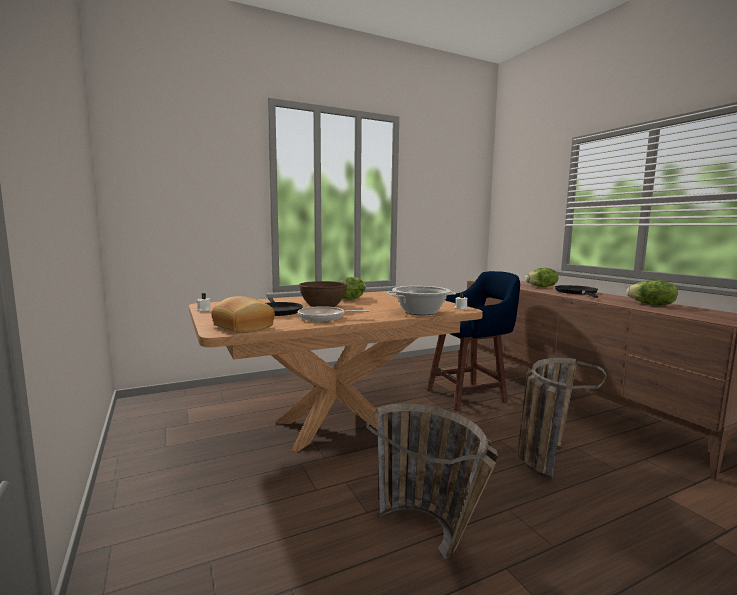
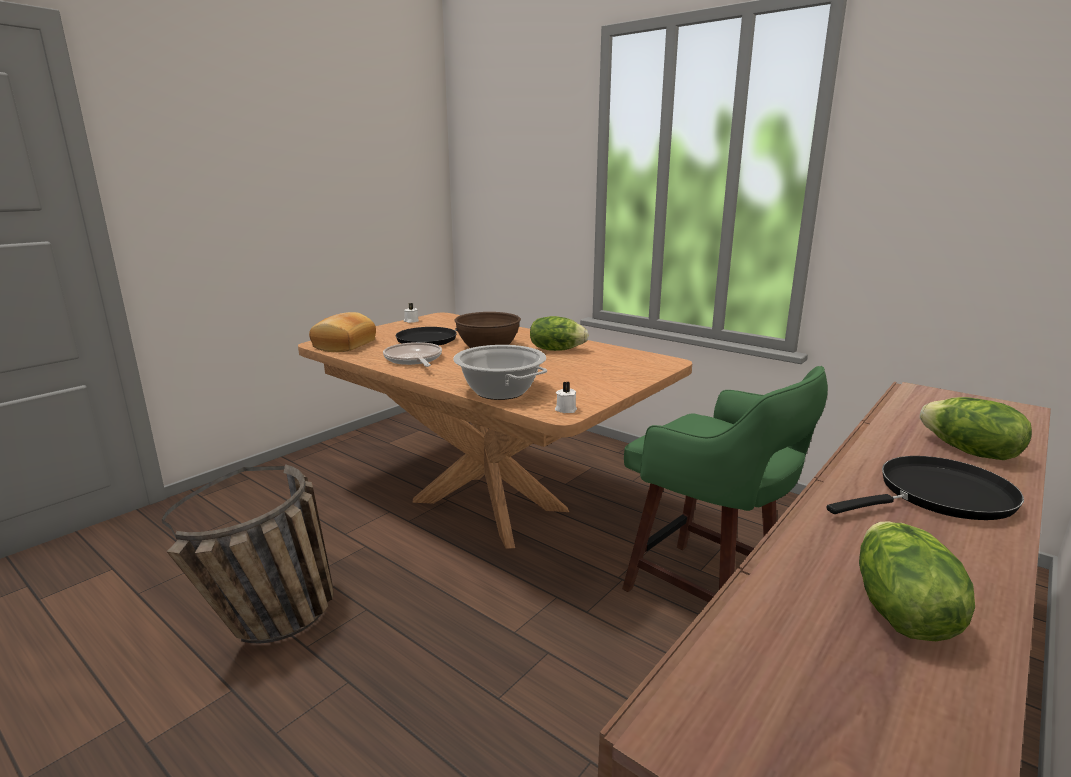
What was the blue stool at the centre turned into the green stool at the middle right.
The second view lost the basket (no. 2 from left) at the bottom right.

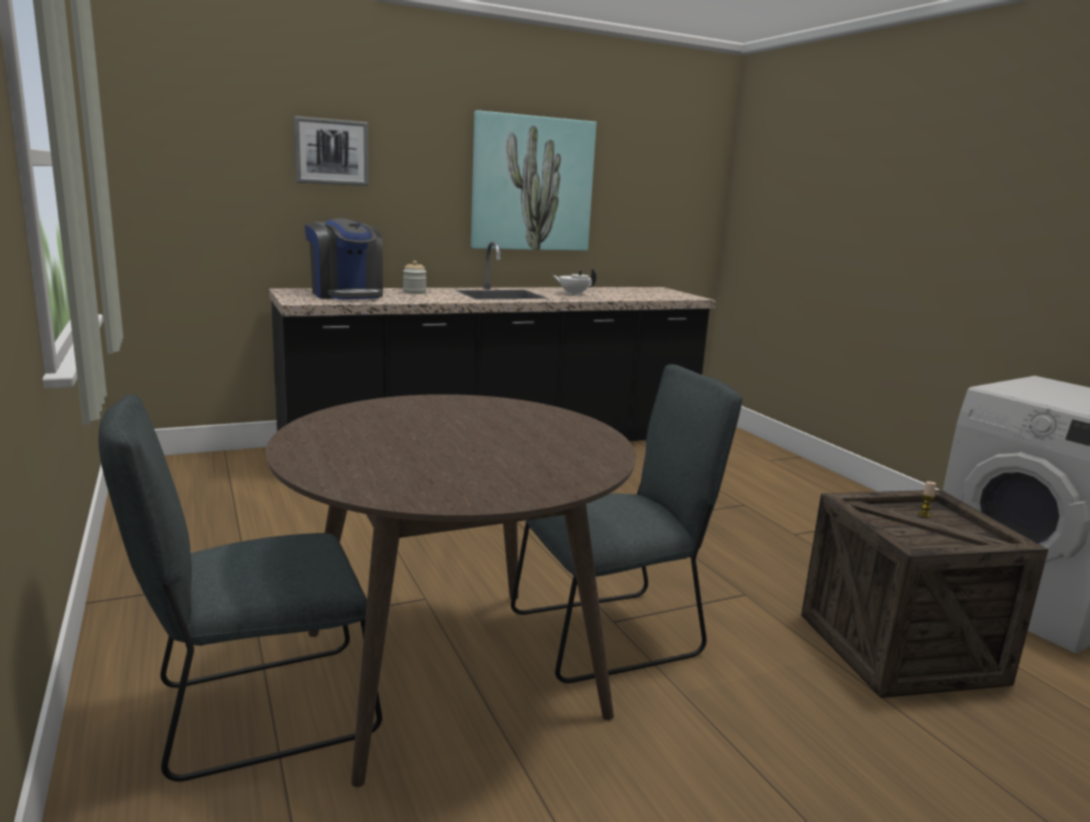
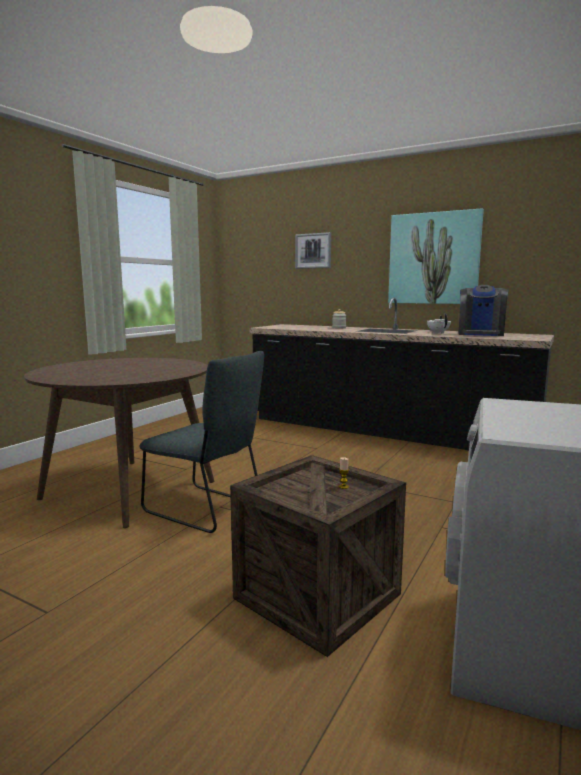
The coffee machine ended up elsewhere, having gone from the top left to the middle right.
The second view lost the grey chair (no. 1 from left) at the bottom left.

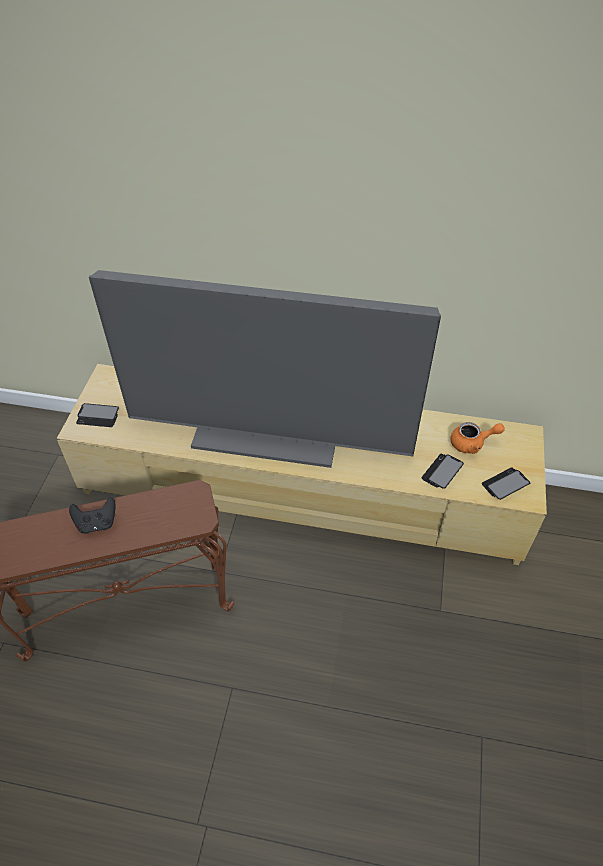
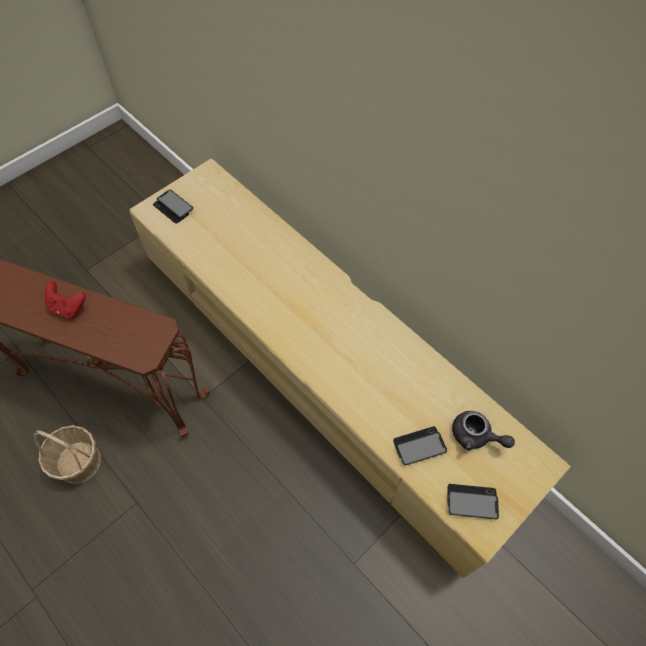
The second view gained the basket at the bottom left.
What was the black game controller at the middle left turned into the red game controller at the middle left.
What was the orange teapot at the middle right turned into the grey teapot at the bottom right.
The second view lost the television at the centre.

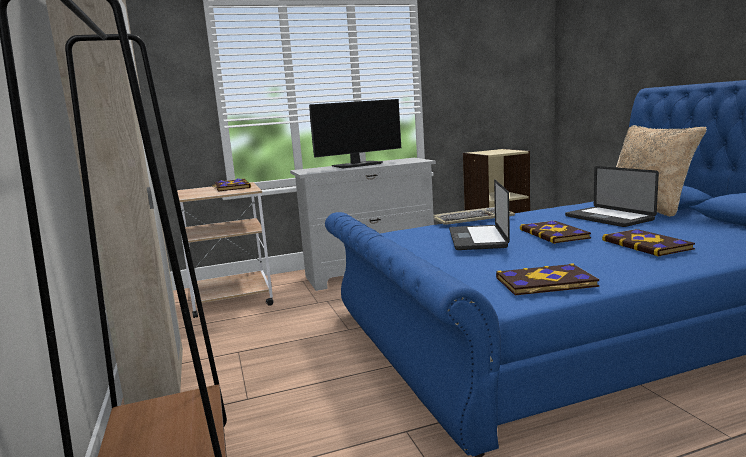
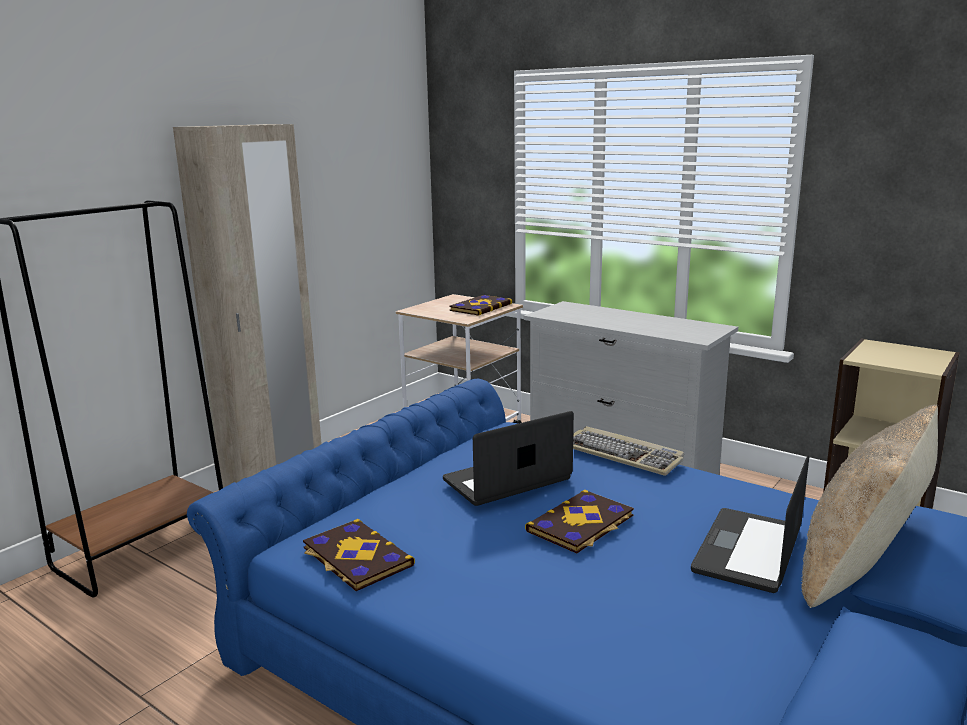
The second view lost the monitor at the top centre.
The second view lost the book (no. 4 from left) at the middle right.

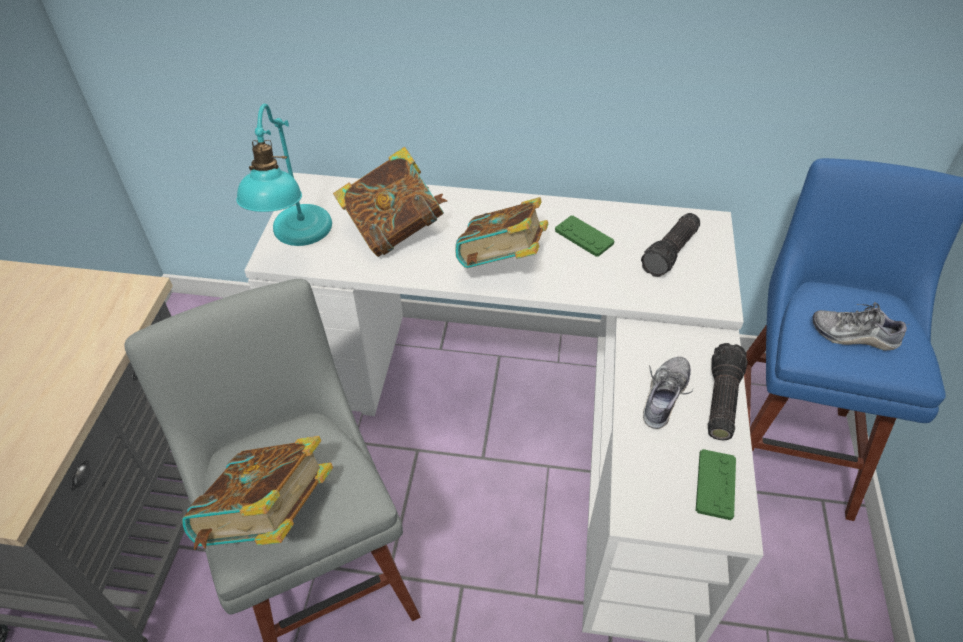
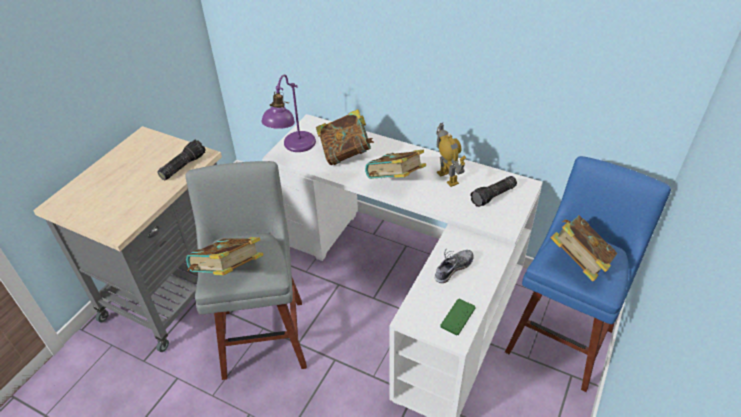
The flashlight (no. 2 from left in the first image) ended up elsewhere, having gone from the middle right to the middle left.
What was the turquoise table lamp at the top left turned into the purple table lamp at the top centre.
Where the green game controller (no. 1 from left) stood at the centre, the toy robot came to stand at the centre.
Where the shoe (no. 2 from left) stood at the middle right, the book (no. 4 from left) came to stand at the middle right.

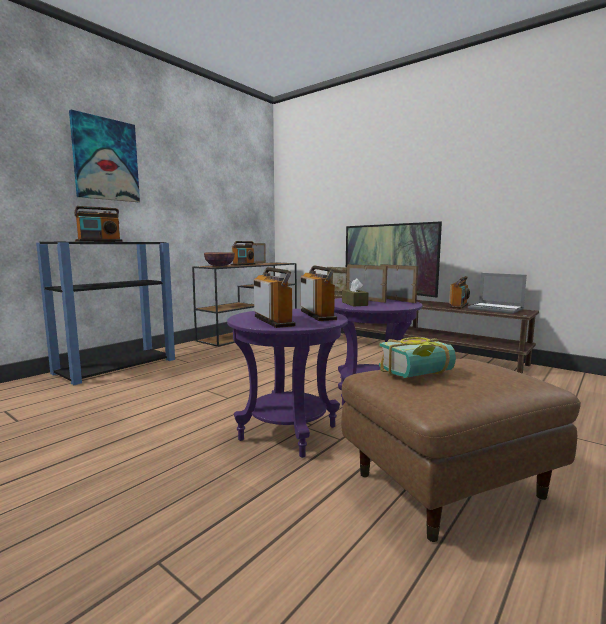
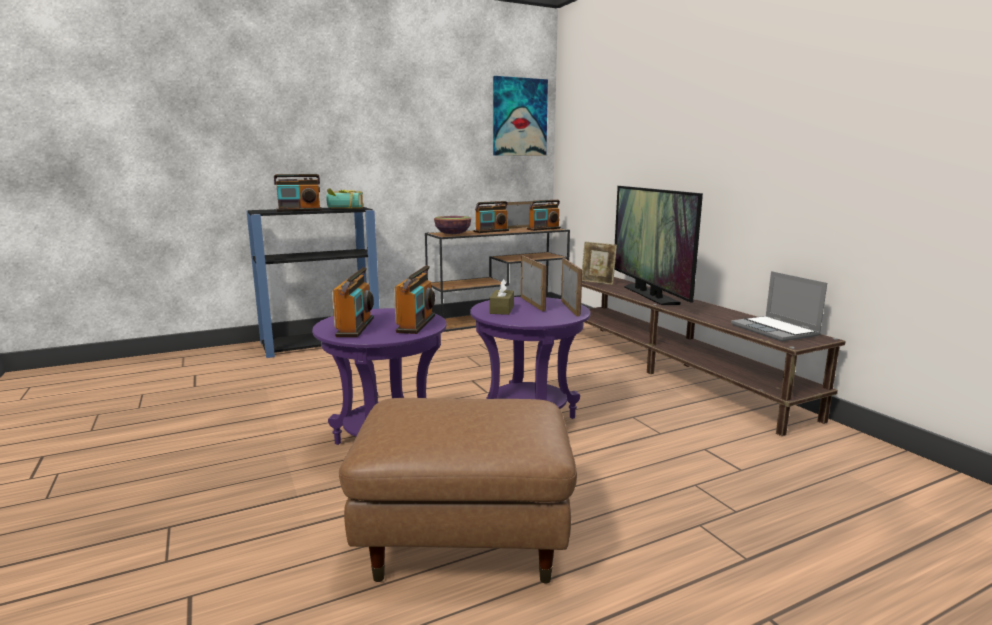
The book ended up elsewhere, having gone from the middle right to the top centre.
The picture ended up elsewhere, having gone from the top left to the top centre.
The radio (no. 5 from left) ended up elsewhere, having gone from the middle right to the centre.

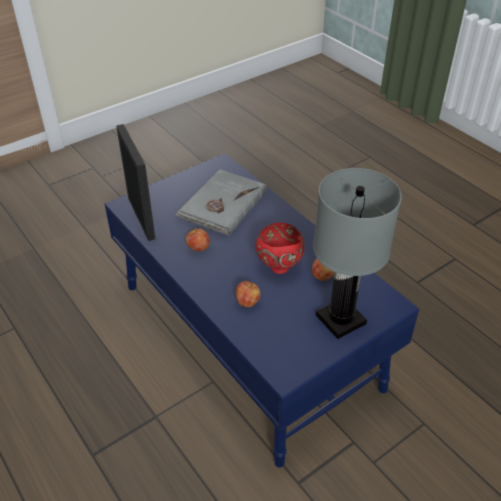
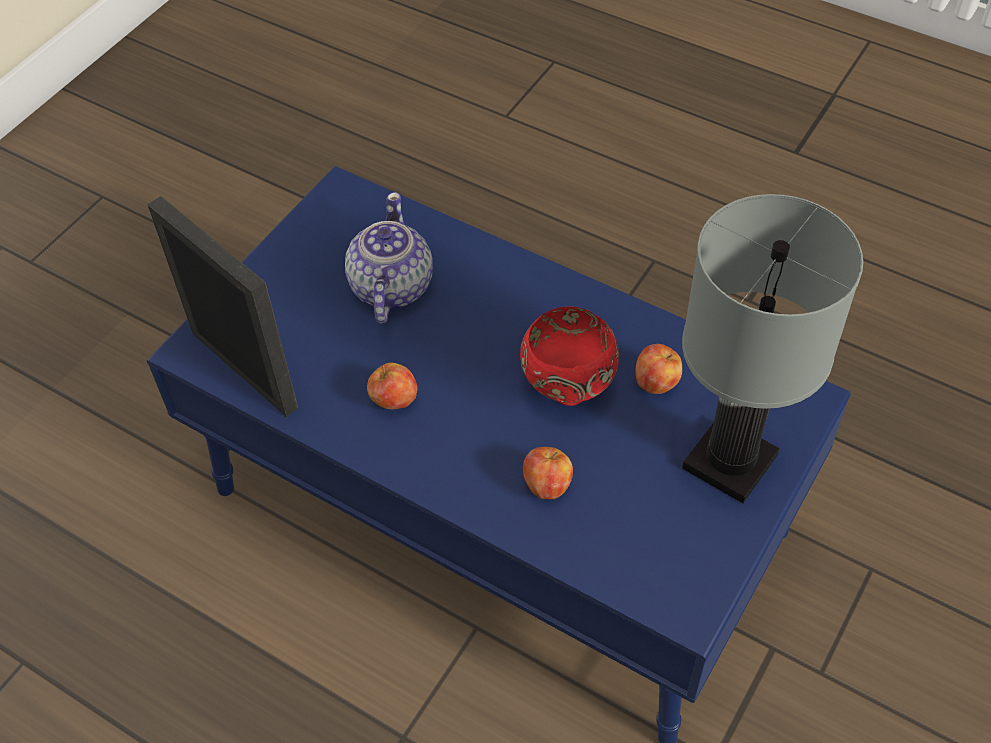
Where the grey book stood at the centre, the teapot came to stand at the centre.

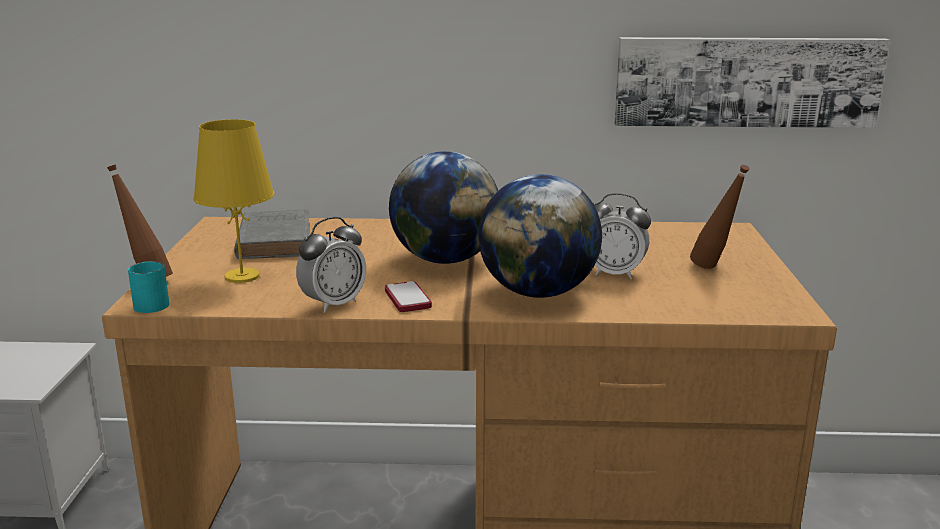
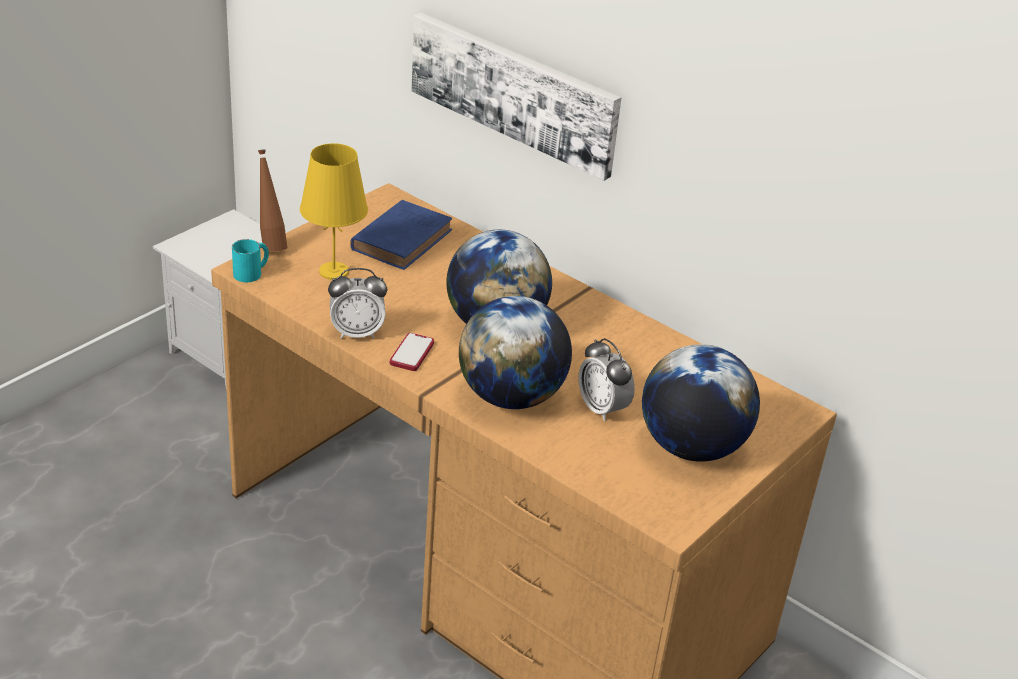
What was the grey book at the middle left turned into the blue book at the centre.
The picture ended up elsewhere, having gone from the top right to the top centre.
Where the brown bottle (no. 2 from left) stood at the middle right, the globe (no. 3 from left) came to stand at the middle right.

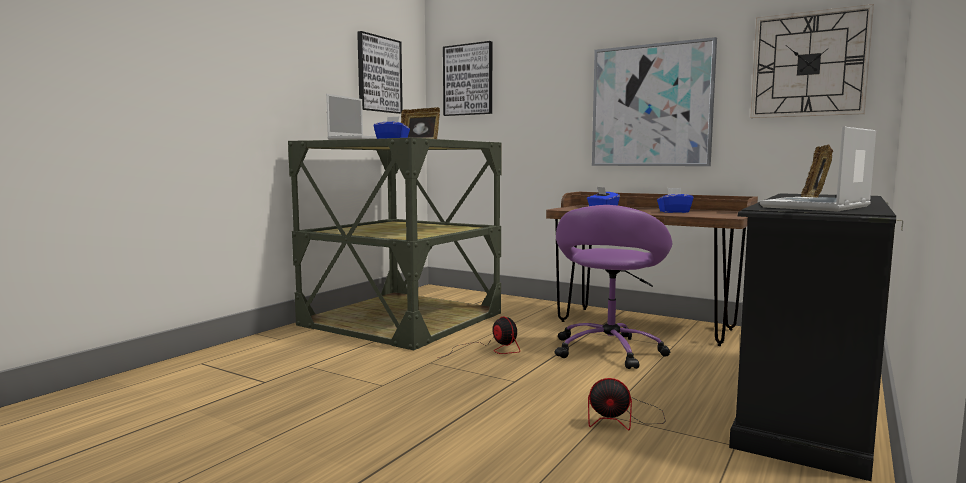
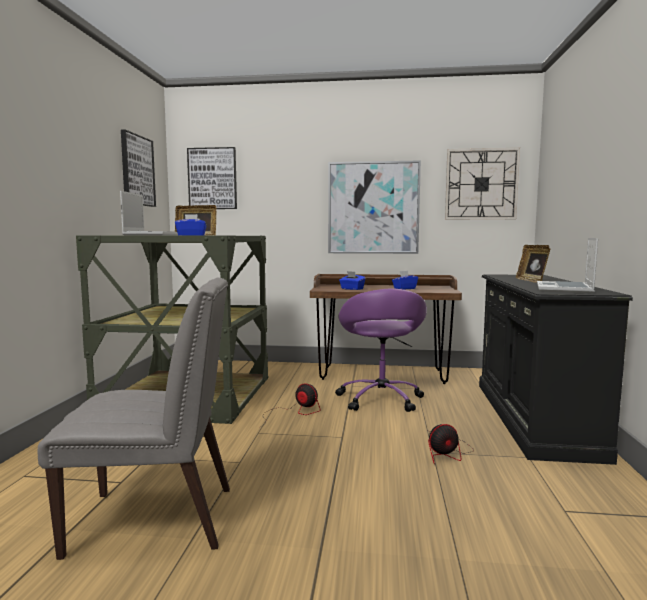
The second view gained the grey chair at the bottom left.

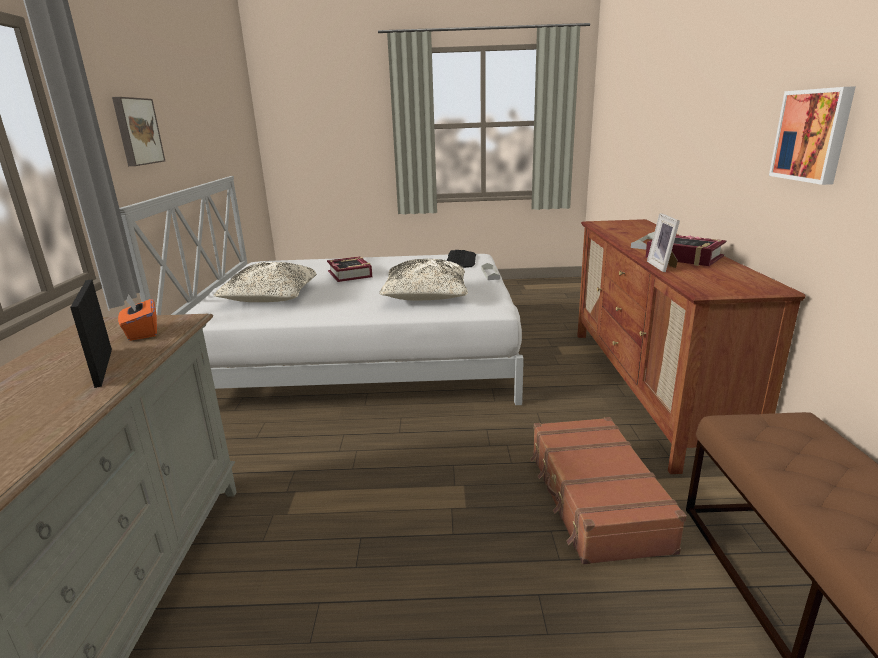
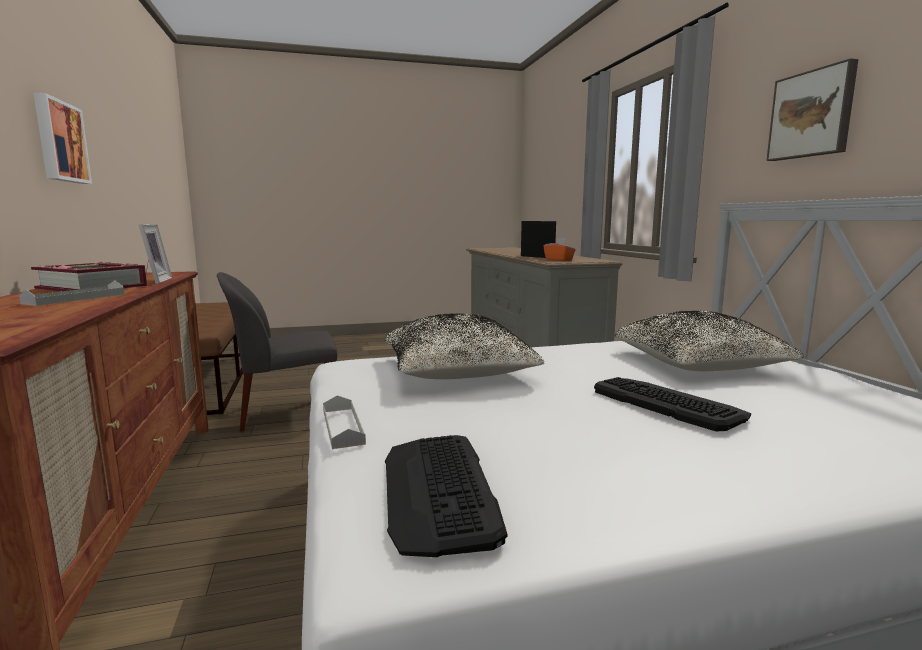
Where the brown suitcase stood at the bottom right, the grey chair came to stand at the middle left.
Where the book (no. 1 from left) stood at the centre, the keyboard (no. 2 from left) came to stand at the middle right.

